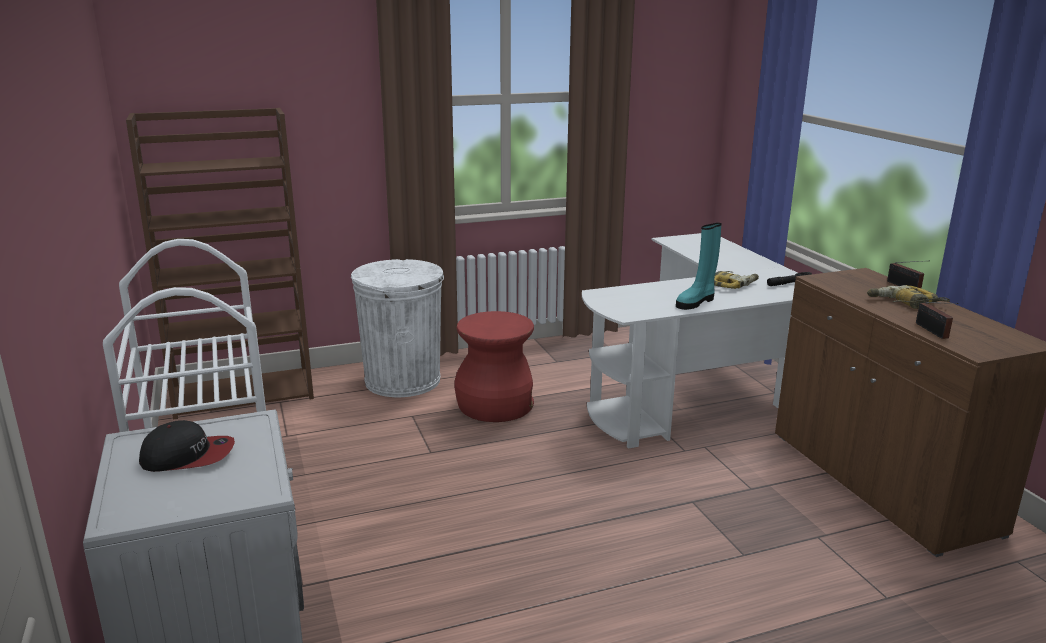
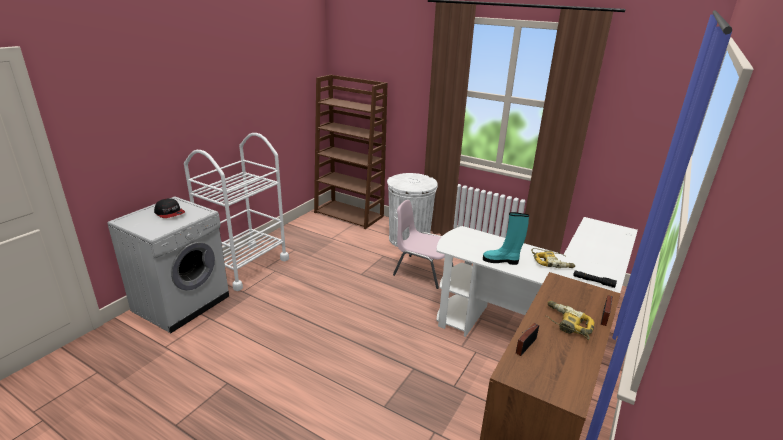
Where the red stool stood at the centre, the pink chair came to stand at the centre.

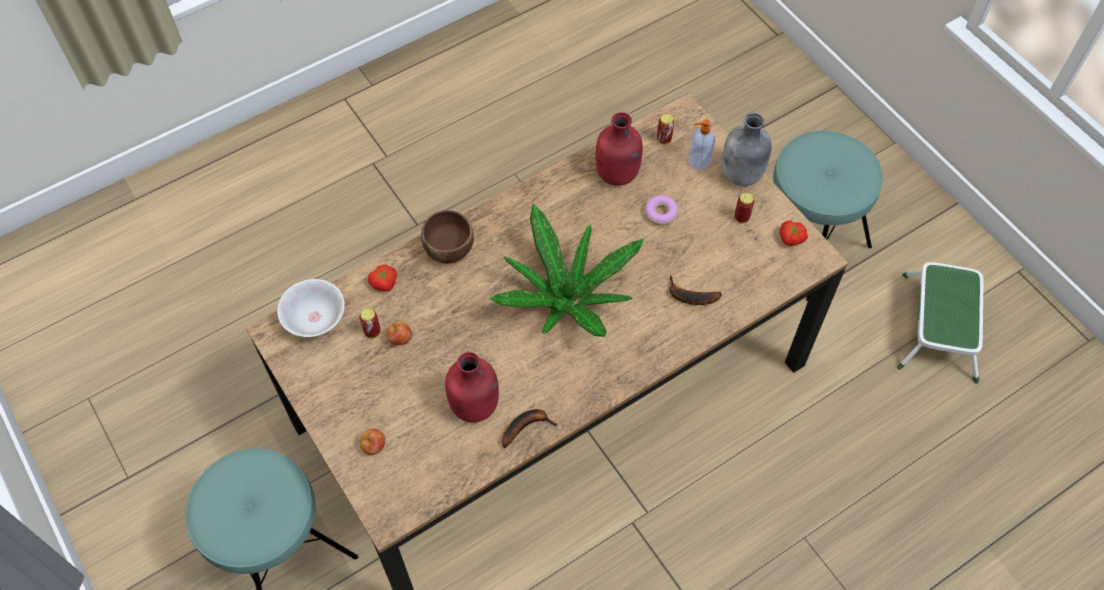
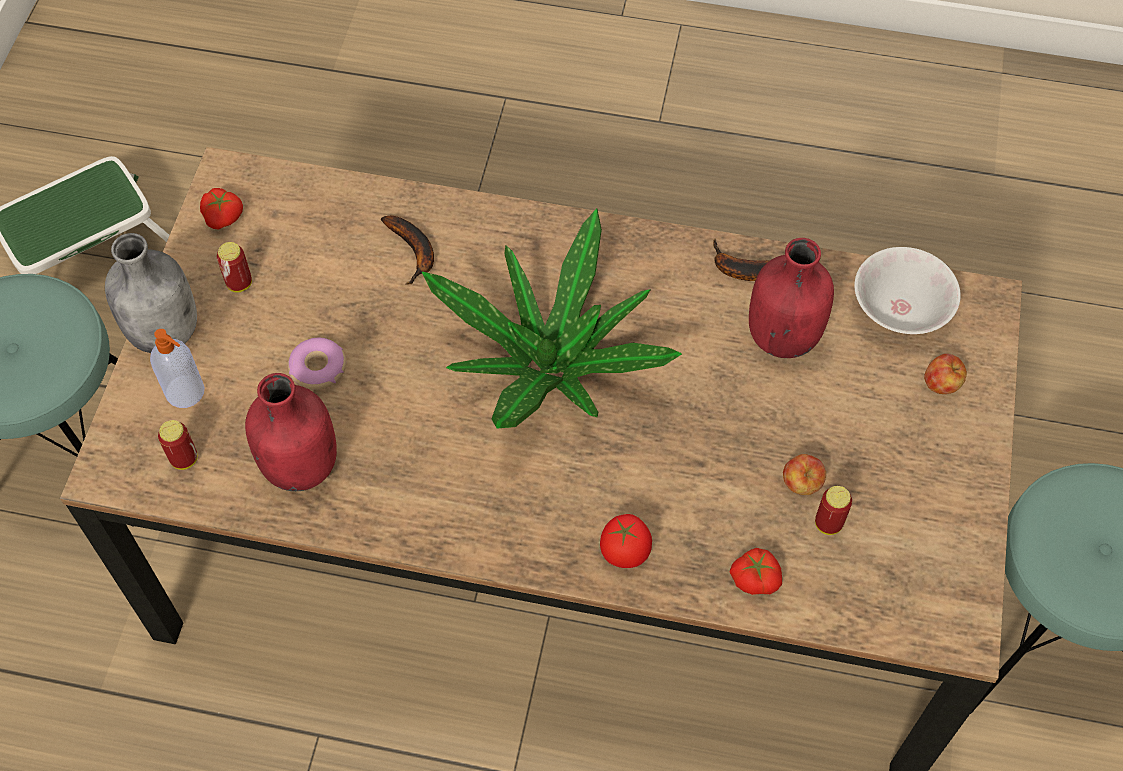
Where the brown bowl stood at the centre, the tomato (no. 2 from left) came to stand at the bottom centre.
The white bowl ended up elsewhere, having gone from the middle left to the middle right.

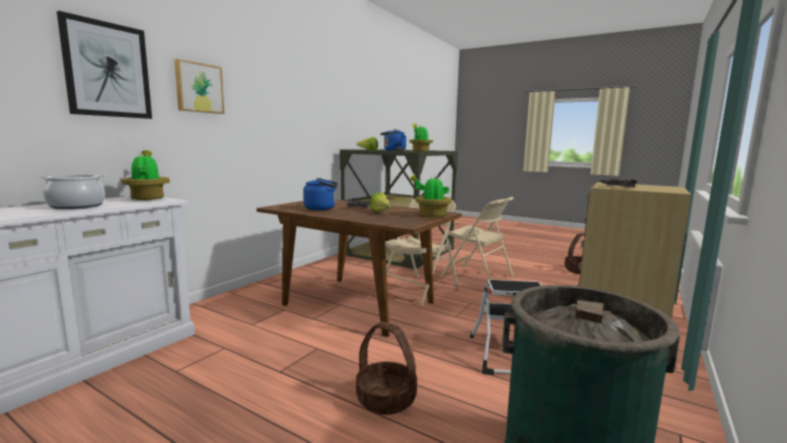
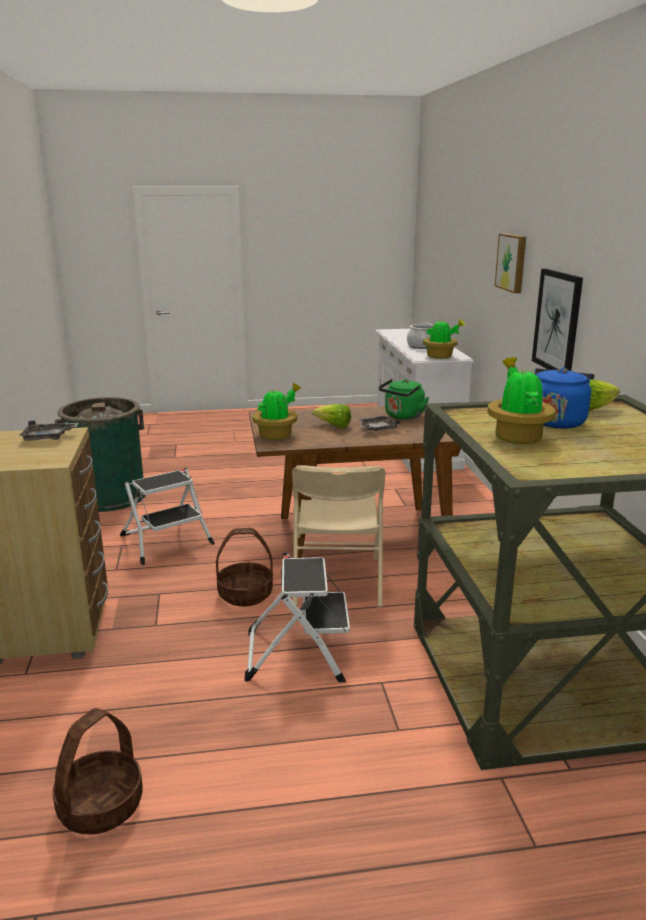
The basket (no. 1 from left in the first image) ended up elsewhere, having gone from the bottom centre to the centre.
Where the beige chair (no. 2 from left) stood at the centre, the step ladder (no. 2 from left) came to stand at the bottom centre.
What was the blue kettle (no. 1 from left) at the centre turned into the green kettle at the centre.
The picture (no. 1 from left in the first image) ended up elsewhere, having gone from the top left to the middle right.

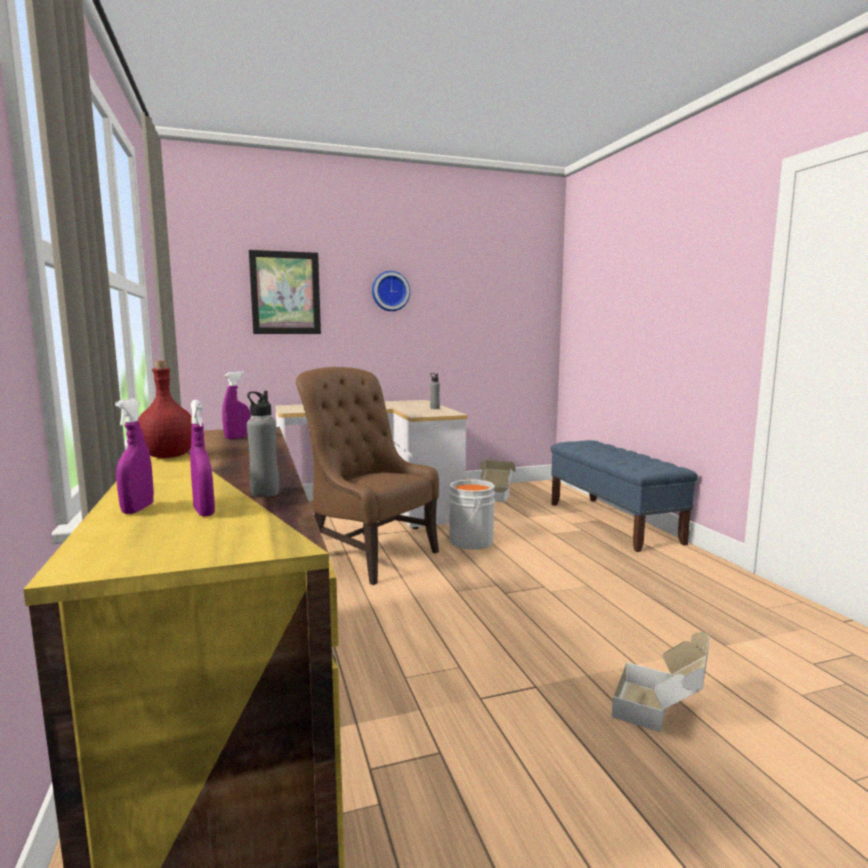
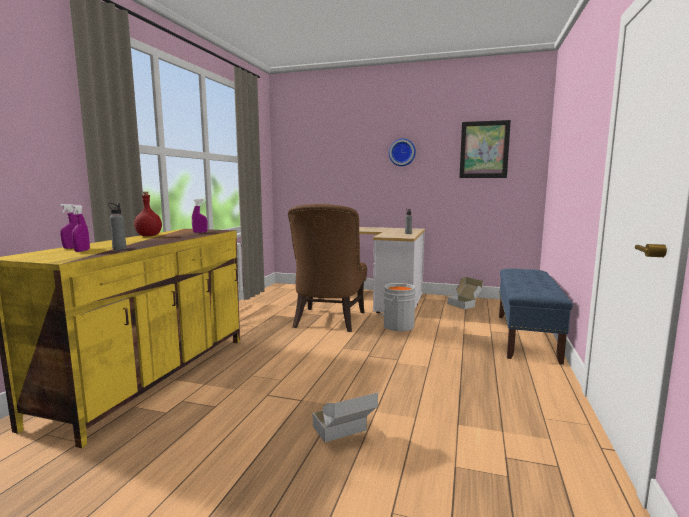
The brown chair at the centre ended up facing another way, 150 degrees counterclockwise from before.
The picture ended up elsewhere, having gone from the middle left to the top right.

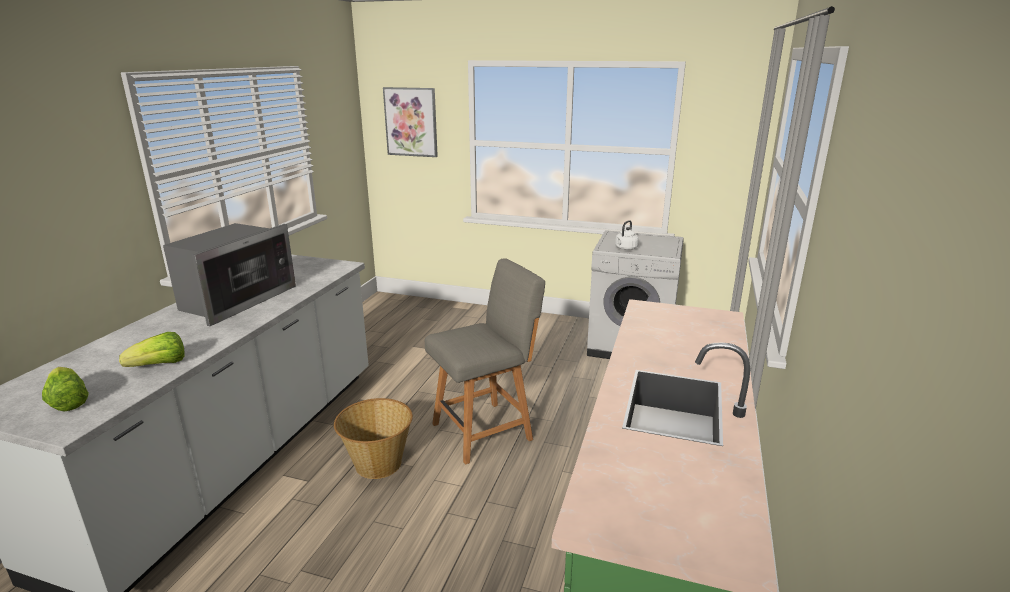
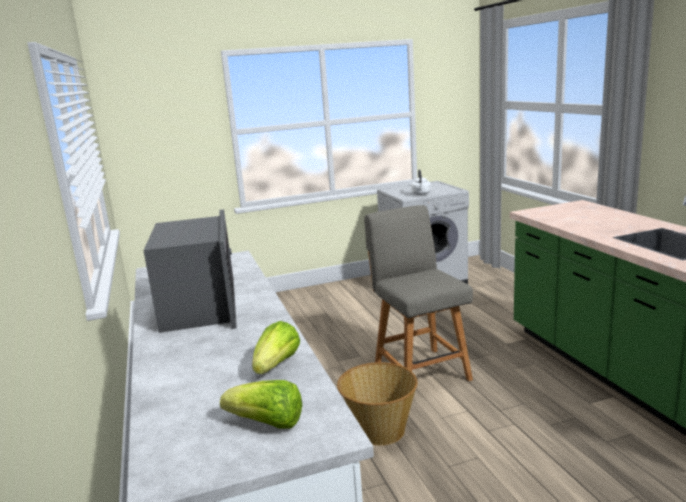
The grey chair at the centre ended up facing another way, 45 degrees counterclockwise from before.
The second view lost the picture at the top centre.

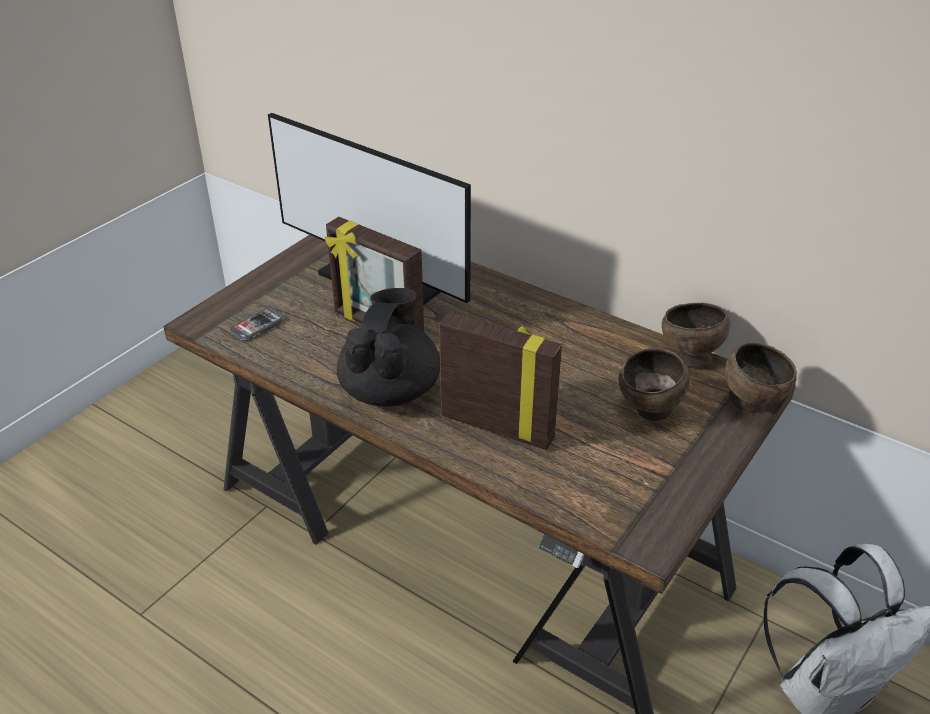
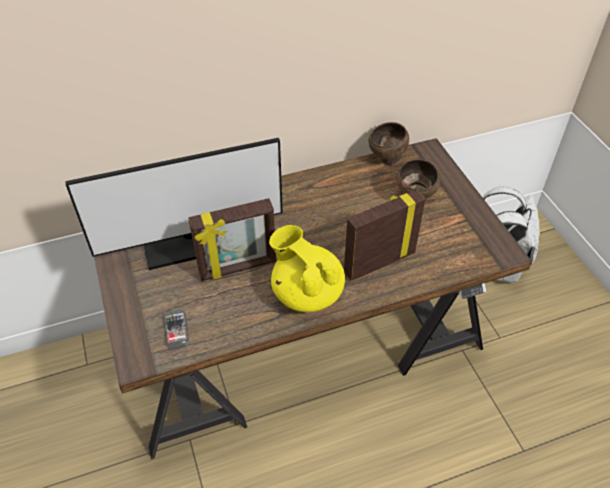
What was the black teapot at the centre turned into the yellow teapot at the centre.
The second view lost the brown bowl (no. 3 from left) at the middle right.

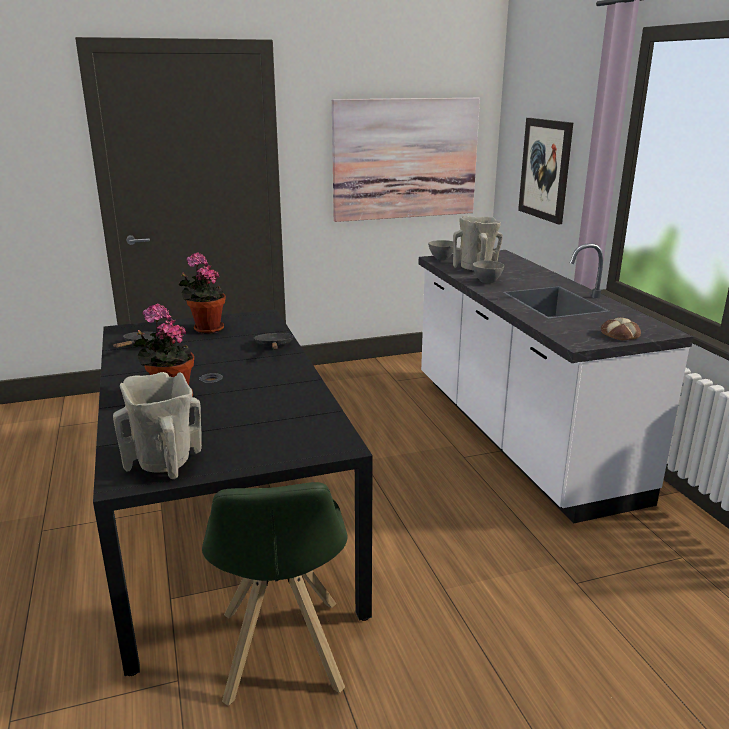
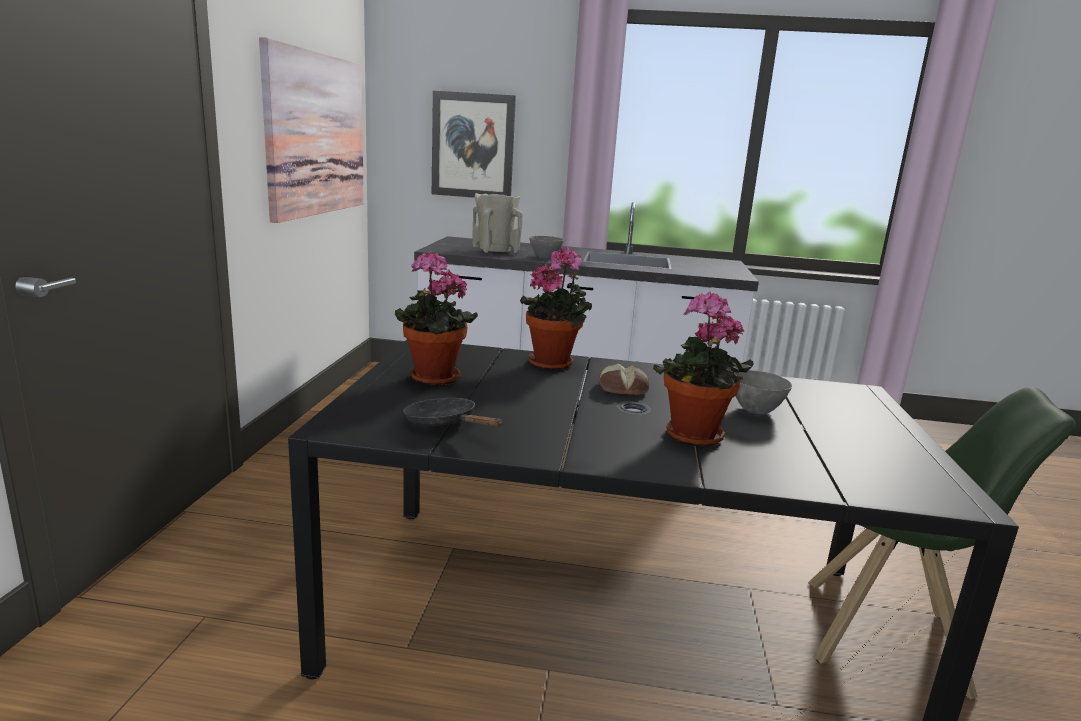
Where the black frying pan (no. 2 from left) stood at the centre, the potted plant (no. 2 from left) came to stand at the centre.
The bread ended up elsewhere, having gone from the middle right to the centre.
The grey bowl (no. 1 from left in the first image) ended up elsewhere, having gone from the centre to the middle right.
The second view lost the beige vase (no. 1 from left) at the middle left.

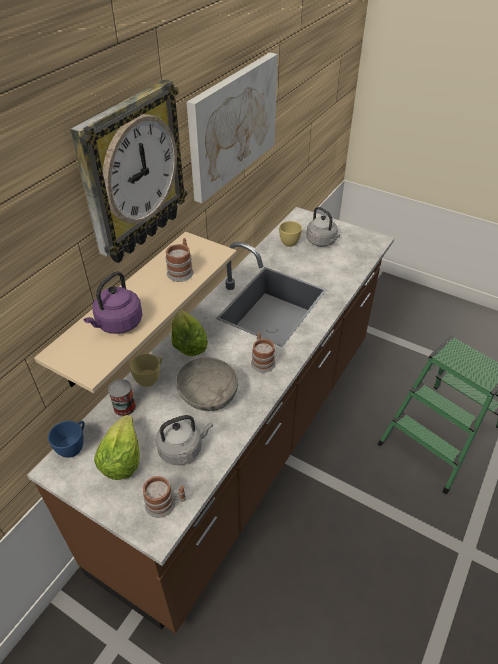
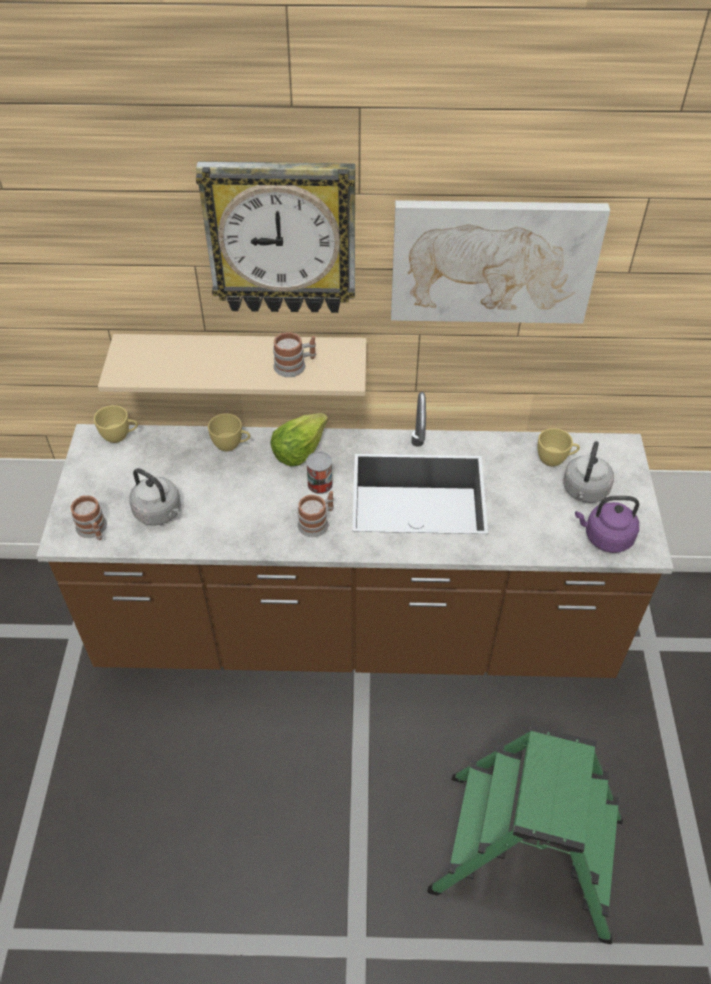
What was the blue cup at the middle left turned into the yellow cup (no. 1 from left) at the middle left.
The can ended up elsewhere, having gone from the middle left to the centre.
The purple kettle ended up elsewhere, having gone from the middle left to the middle right.
The second view lost the lettuce (no. 1 from left) at the bottom left.
The second view lost the grey bowl at the centre.

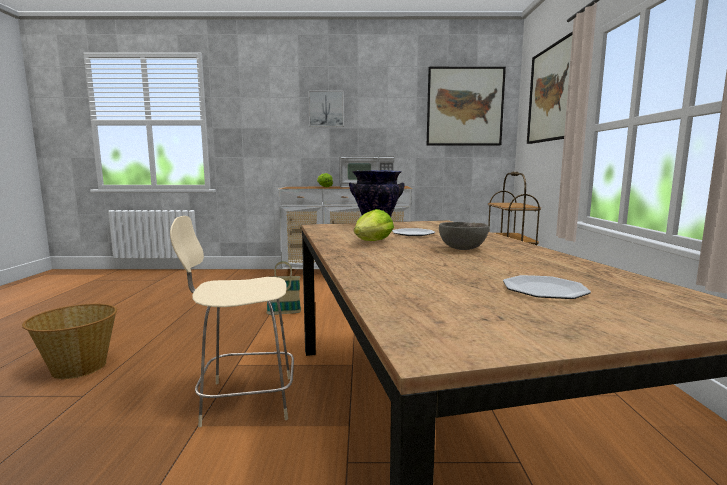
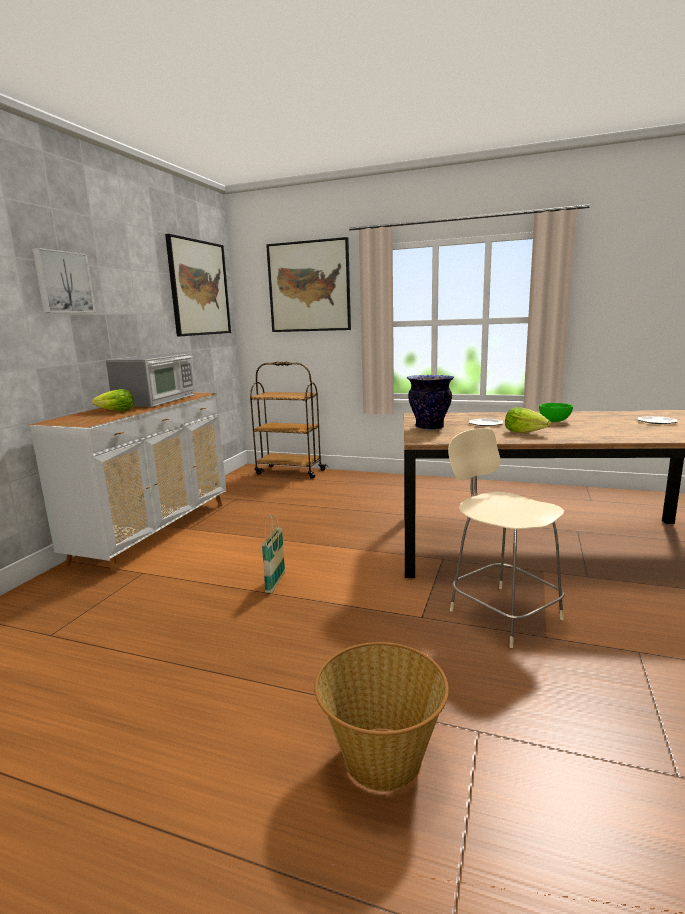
The beige chair at the middle left ended up facing another way, 135 degrees clockwise from before.
What was the grey bowl at the centre turned into the green bowl at the middle right.

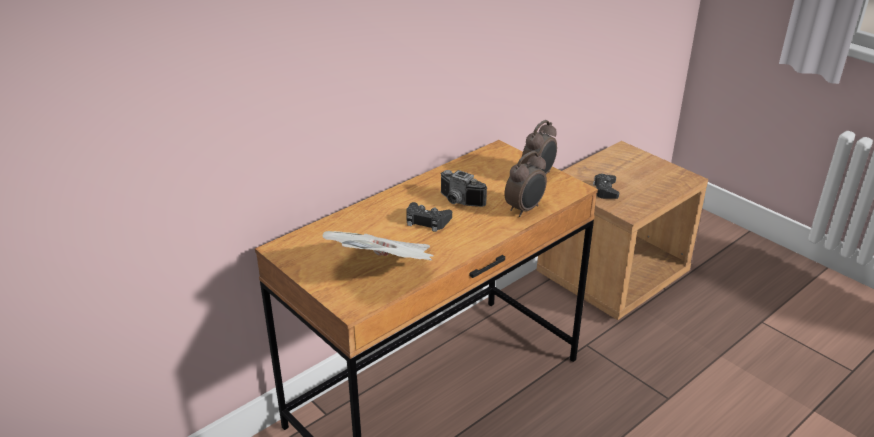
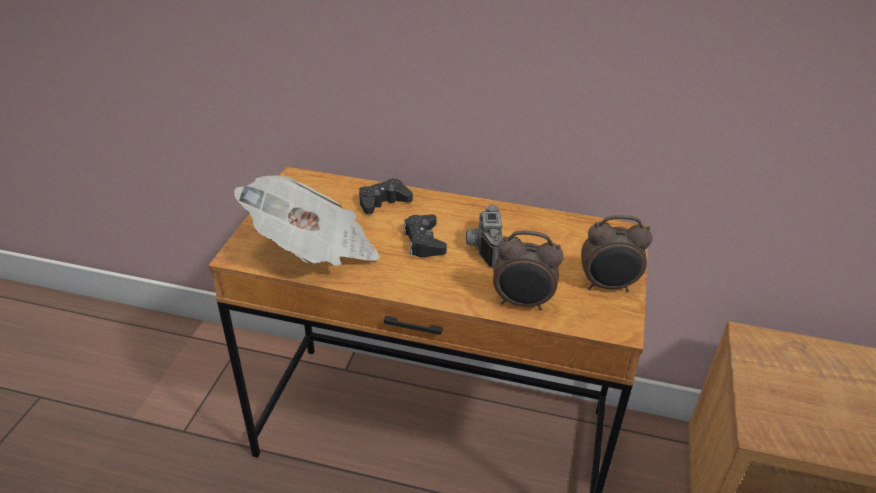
The black game controller (no. 2 from left in the first image) ended up elsewhere, having gone from the middle right to the centre.

